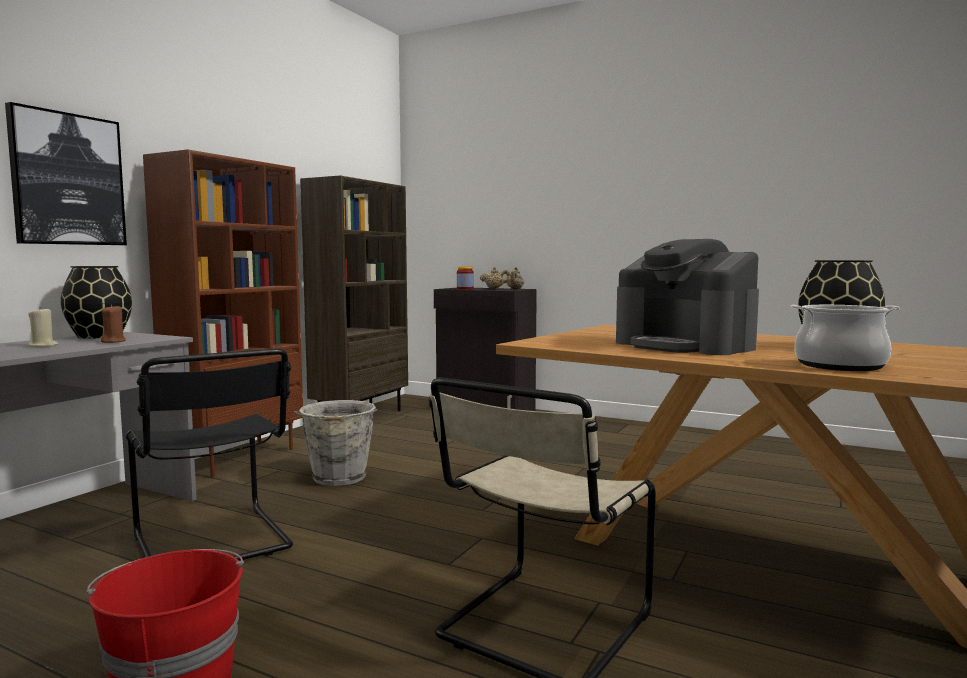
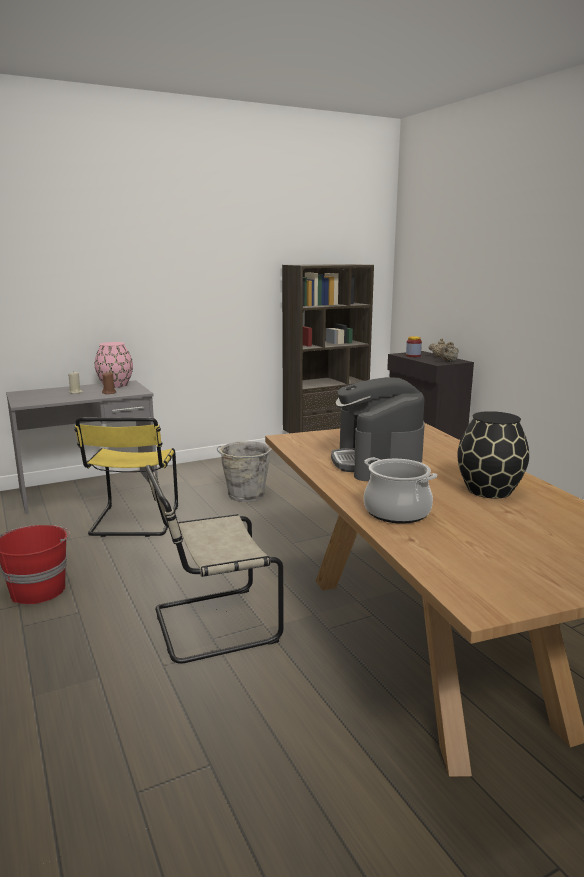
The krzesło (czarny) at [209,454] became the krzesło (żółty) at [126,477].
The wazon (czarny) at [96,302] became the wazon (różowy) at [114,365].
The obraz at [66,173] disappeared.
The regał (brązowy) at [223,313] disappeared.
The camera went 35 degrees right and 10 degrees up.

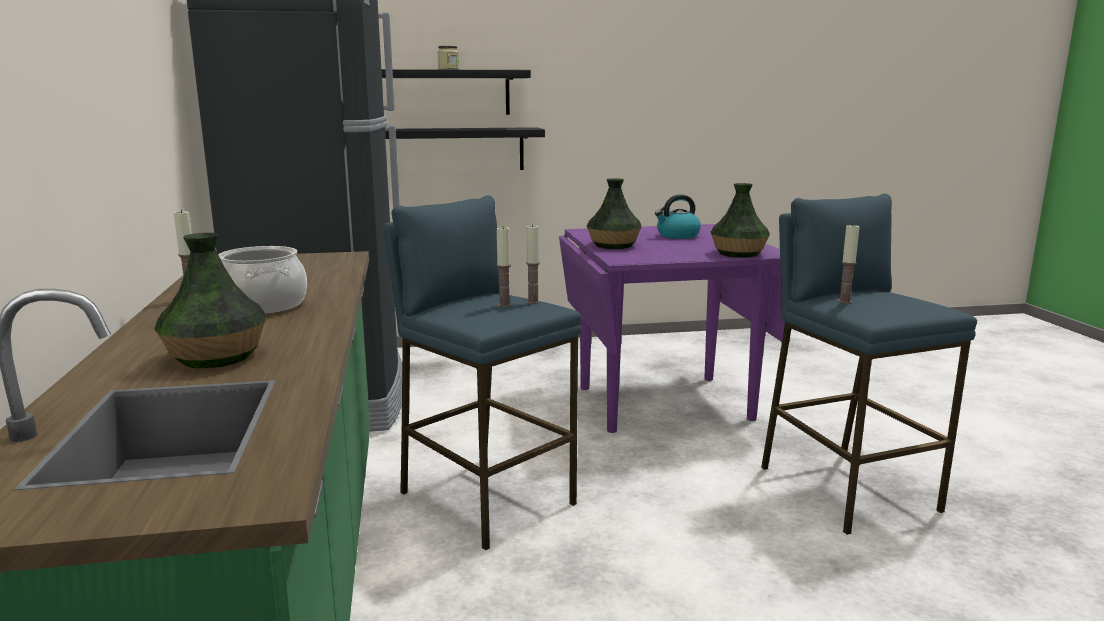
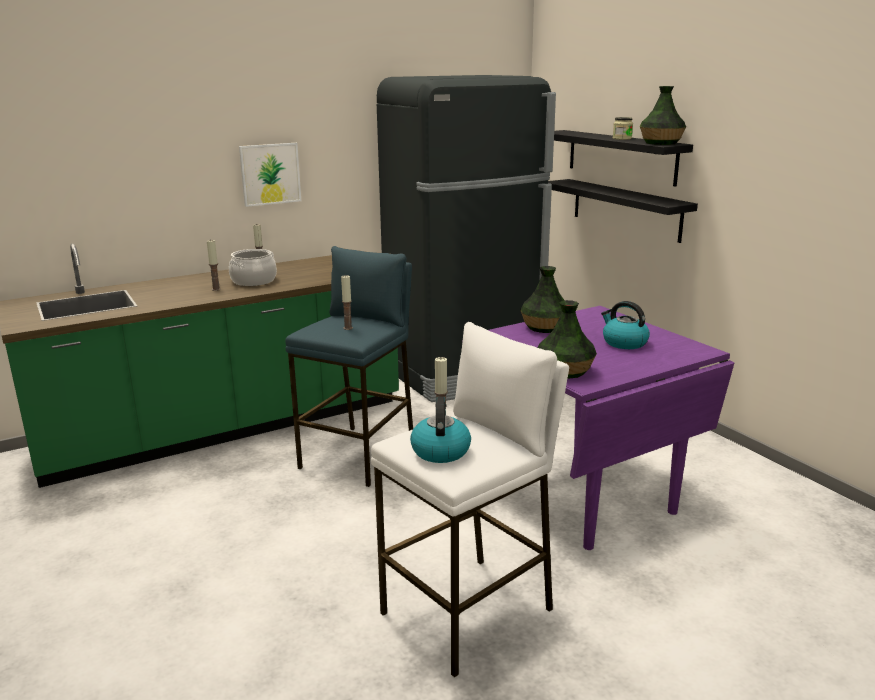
The świeca moved from [533,264] to [214,265].
The obraz at [270,175] appeared.
The stołek (niebieski) at [869,364] became the stołek (biały) at [470,500].
The czajnik at [440,430] appeared.
The wazon moved from [210,300] to [663,115].
The camera went 70 degrees right and 5 degrees up.

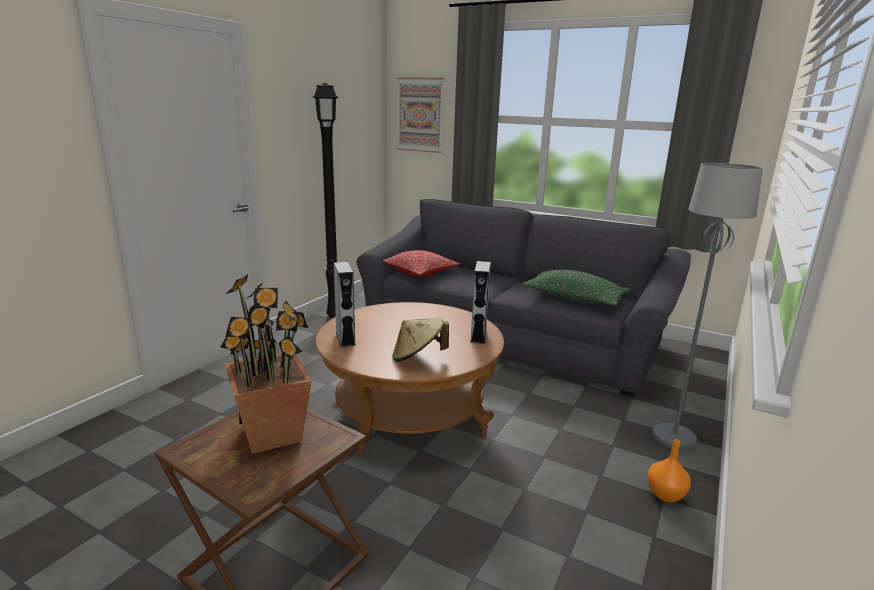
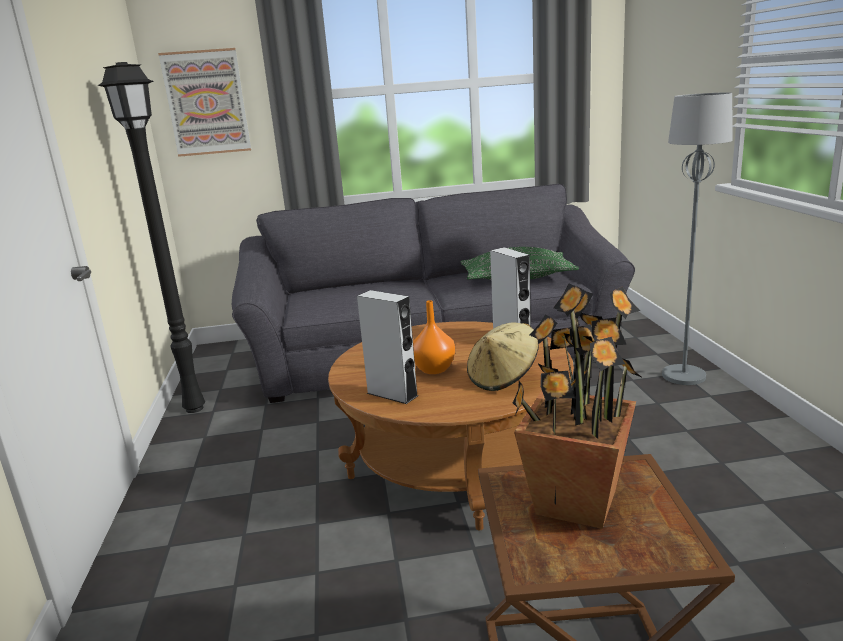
The wazon (pomarańczowy) moved from [669,470] to [434,337].
The poduszka at [421,263] disappeared.
The camera went 35 degrees left and 0 degrees up.

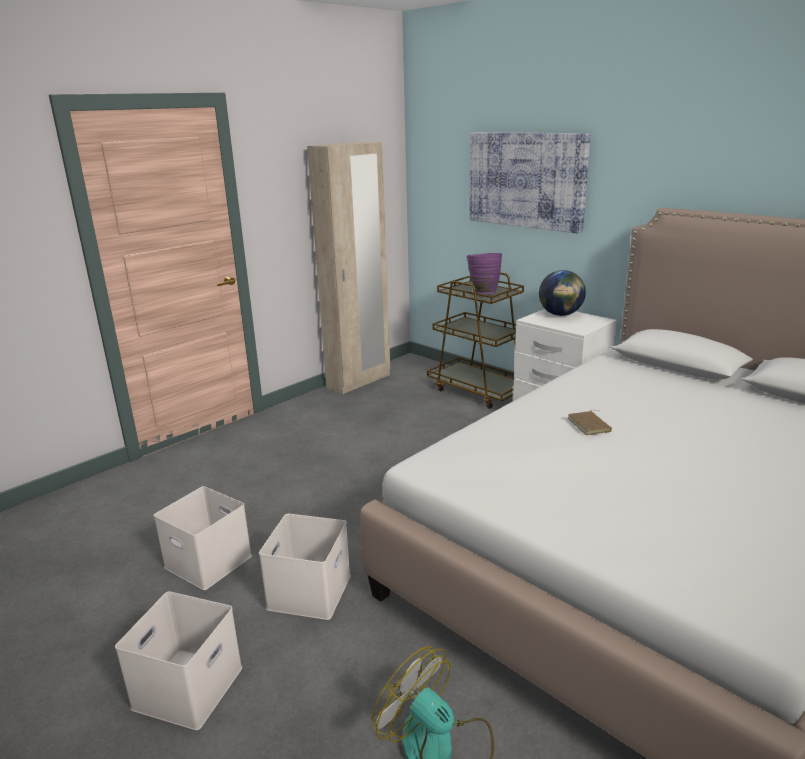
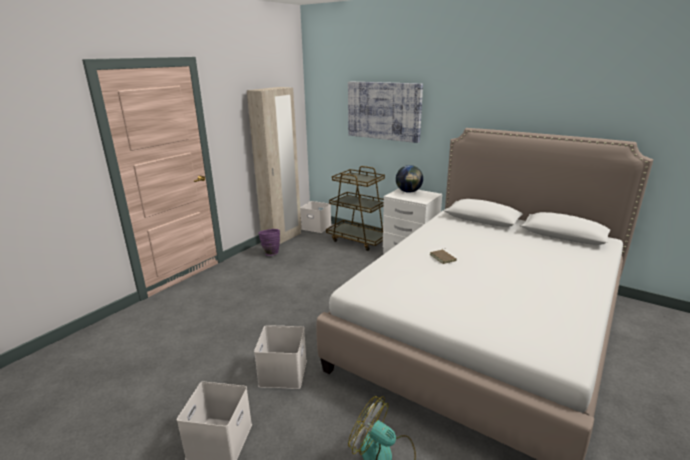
The wazon (fioletowy) moved from [484,273] to [269,242].
The pojemnik do przechowywania (biały) moved from [203,538] to [315,217].
The camera went 10 degrees left and 0 degrees up.

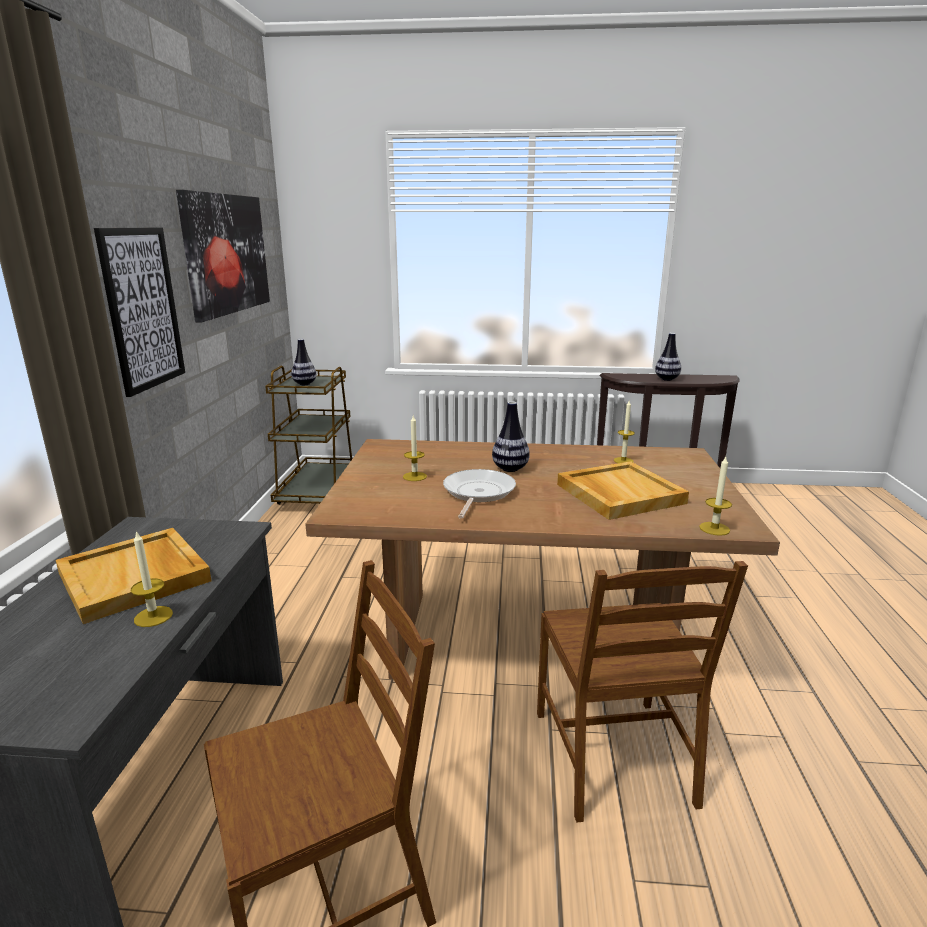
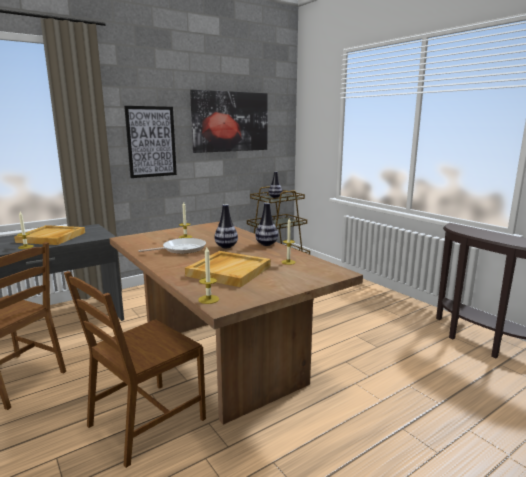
The wazon moved from [668,357] to [266,224].
The camera went 50 degrees right and 5 degrees down.

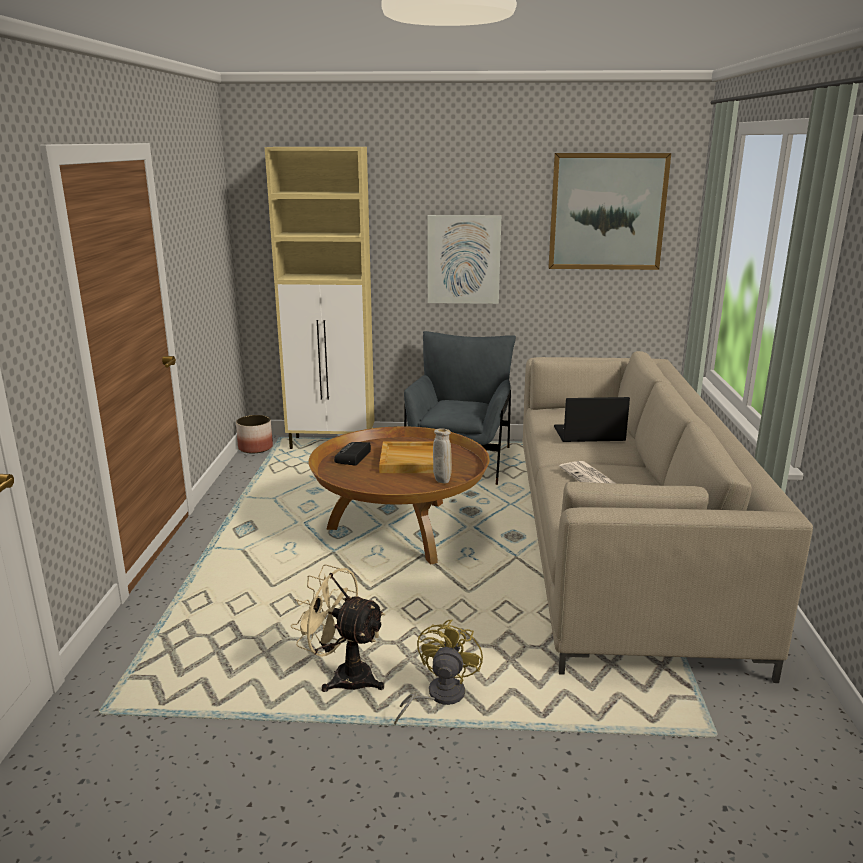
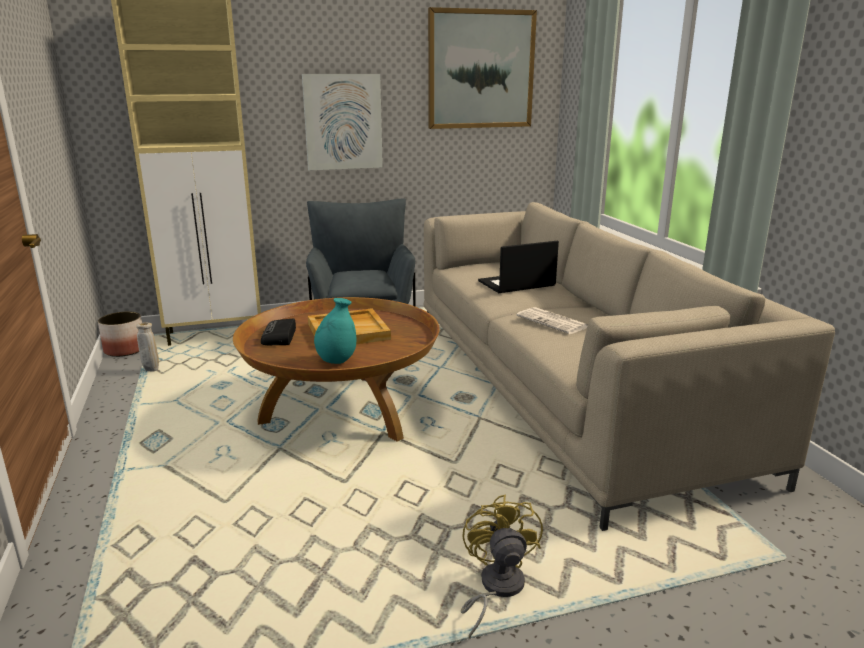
The wazon (beżowy) moved from [442,455] to [147,347].
The wazon (turkusowy) at [335,331] appeared.
The wentylator (beżowy) at [338,628] disappeared.
The camera went 20 degrees left and 0 degrees up.

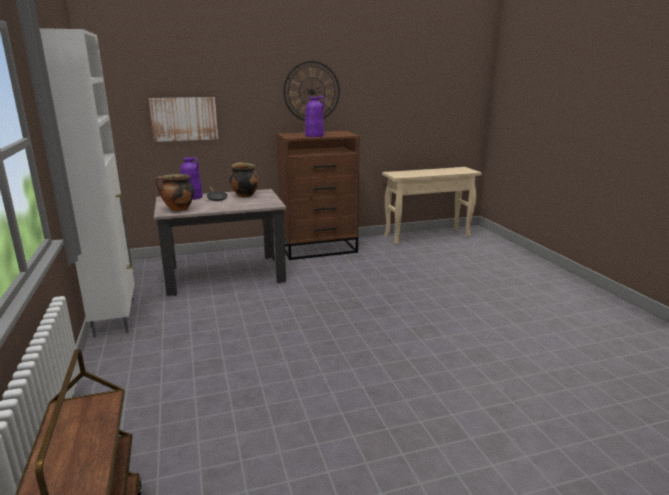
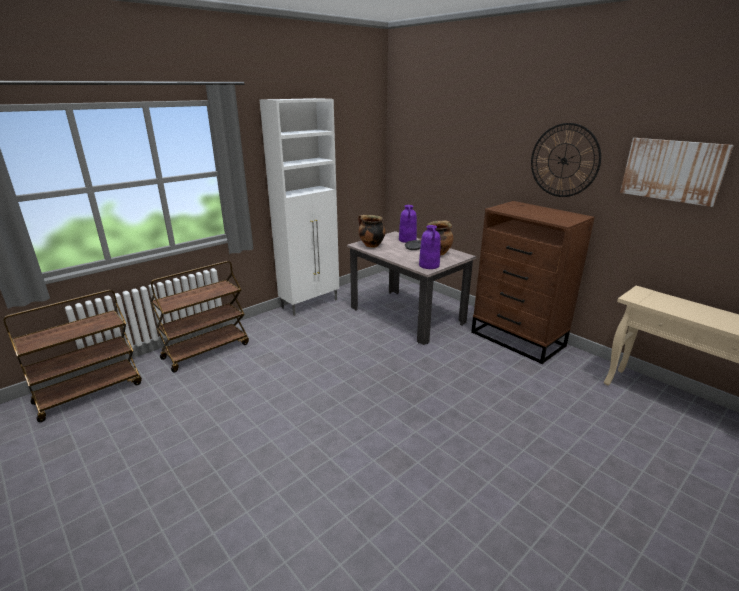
The wózek (brązowy) at [199,316] appeared.
The wazon (fioletowy) moved from [315,116] to [429,247].
The obraz moved from [183,119] to [677,172].
The camera went 65 degrees right and 5 degrees up.

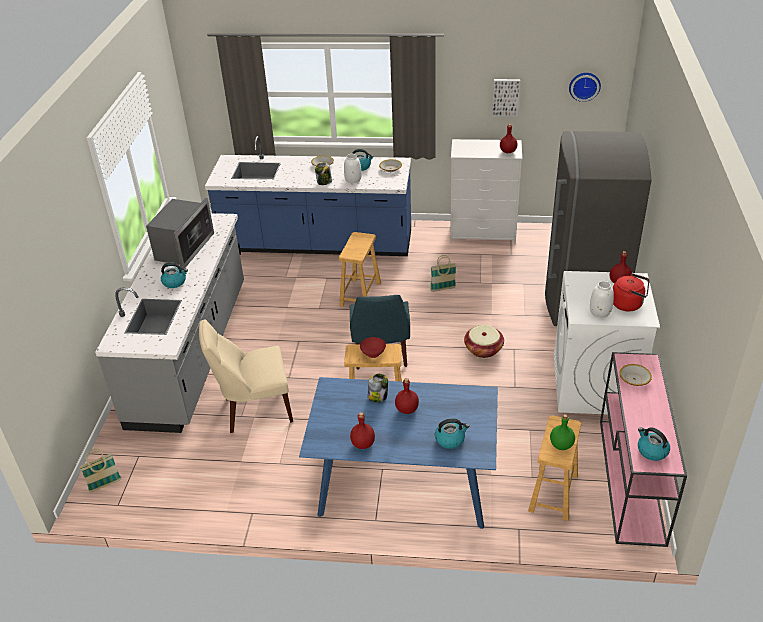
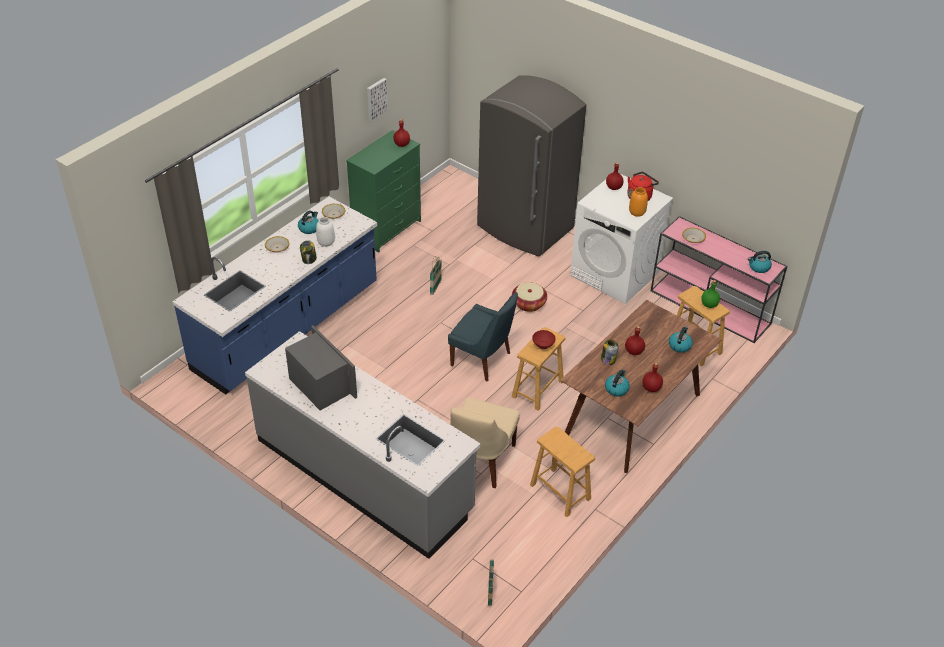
The komoda (biały) at [486,191] became the komoda (zielony) at [383,191].
The stołek (brązowy) moved from [359,269] to [562,472].
The stół jadalny (niebieski) at [398,453] became the stół jadalny (brązowy) at [641,386].
The czajnik moved from [174,275] to [617,383].
The wazon (biały) at [602,299] became the wazon (pomarańczowy) at [638,202].
The zegar ścienny at [585,87] disappeared.
The camera went 60 degrees left and 5 degrees up.

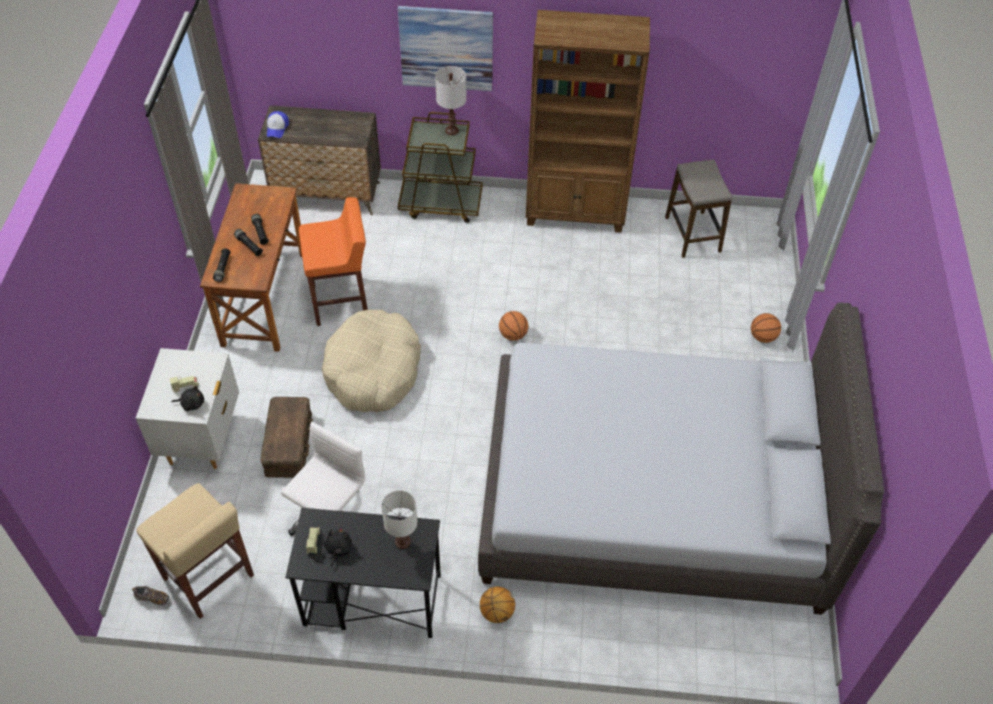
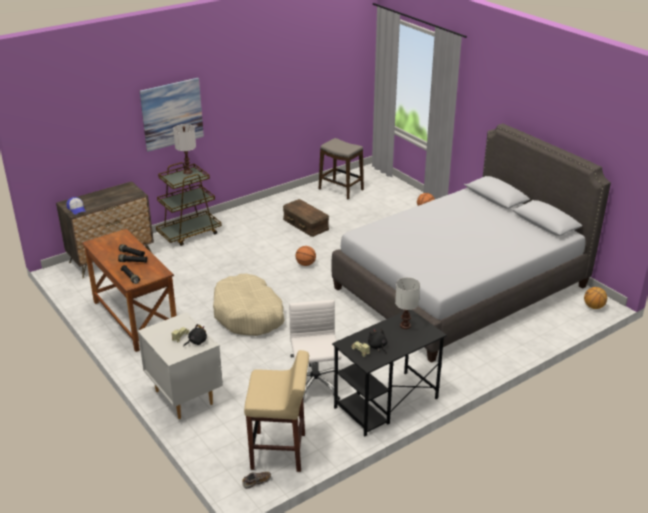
The pojemnik do przechowywania (brązowy) moved from [286,437] to [306,218].
The piłka do koszykówki moved from [497,604] to [595,298].
The stołek (pomarańczowy) at [333,261] disappeared.
The regał (brązowy) at [588,121] disappeared.
The camera went 40 degrees left and 20 degrees down.

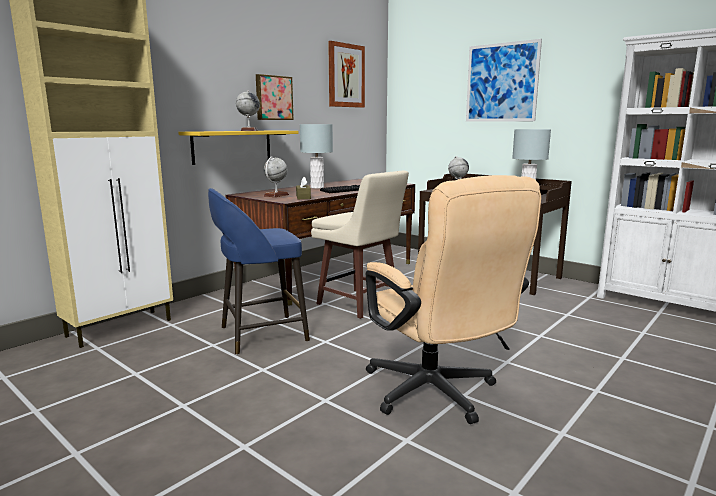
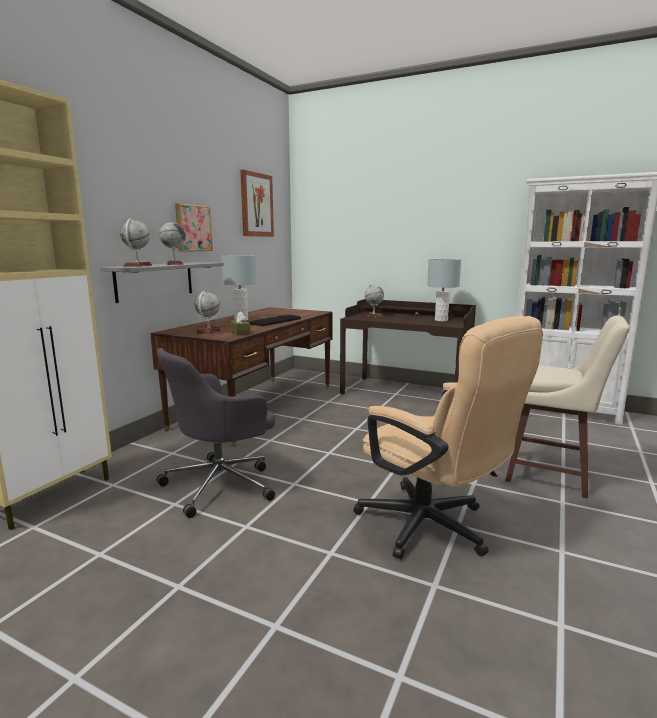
The półka (żółty) at [238,147] became the półka (szary) at [162,282].
The globus at [136,242] appeared.
The stołek (niebieski) at [259,271] was replaced by the krzesło biurowe (szary) at [216,433].
The stołek (beżowy) moved from [360,245] to [567,407].
The obraz at [504,80] disappeared.
The camera went 15 degrees left and 0 degrees up.

